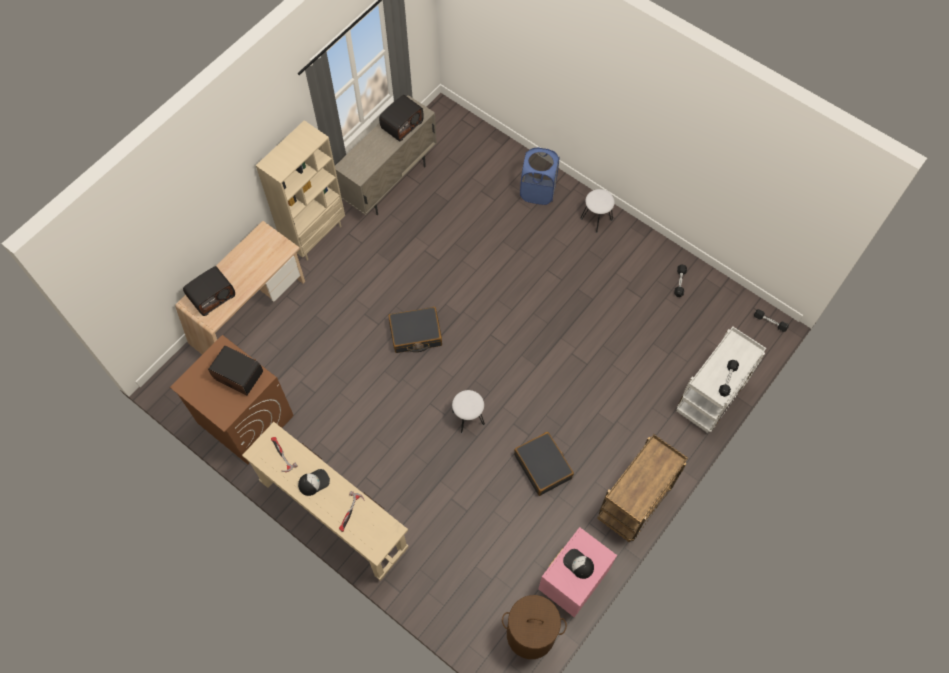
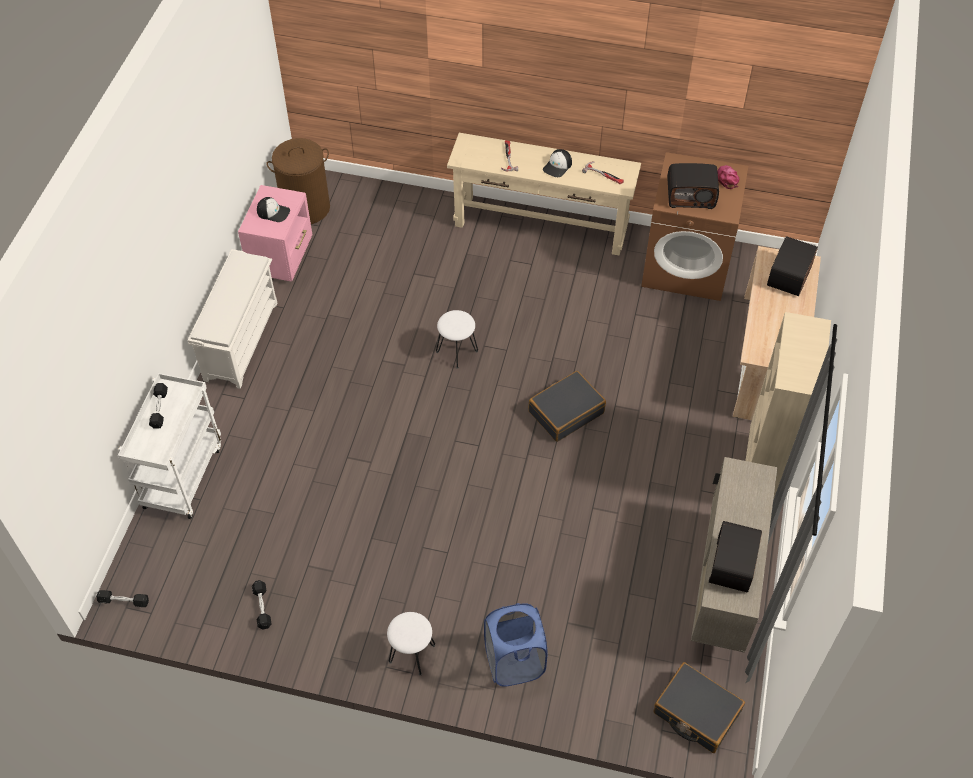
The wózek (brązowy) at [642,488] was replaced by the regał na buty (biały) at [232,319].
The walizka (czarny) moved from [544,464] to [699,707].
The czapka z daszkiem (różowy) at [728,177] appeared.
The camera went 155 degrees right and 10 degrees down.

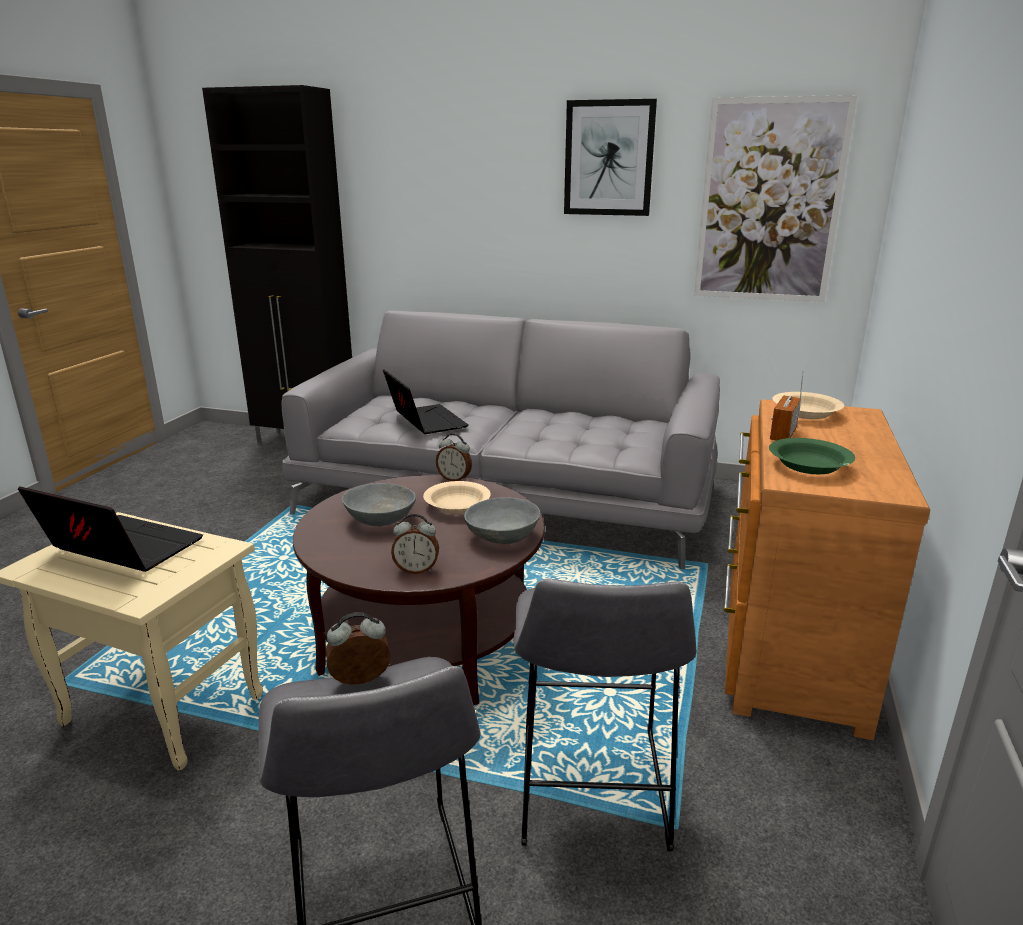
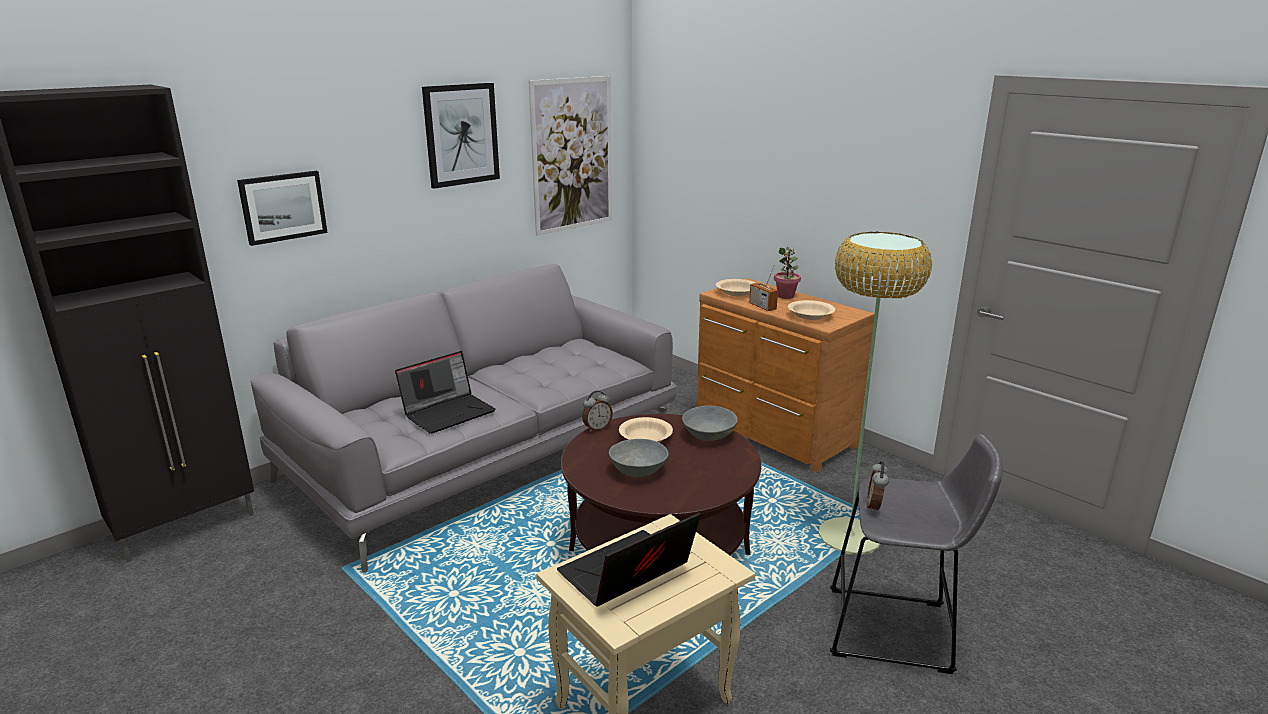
The obraz at [282,208] appeared.
The laptop at [425,401] turned 135 degrees clockwise.
The roślina doniczkowa at [787,273] appeared.
The miska (zielony) at [812,456] became the miska (beżowy) at [811,310].
The stołek (szary) at [605,715] was replaced by the lampa stojąca at [875,393].
The budzik at [415,544] disappeared.
The camera went 60 degrees left and 0 degrees up.

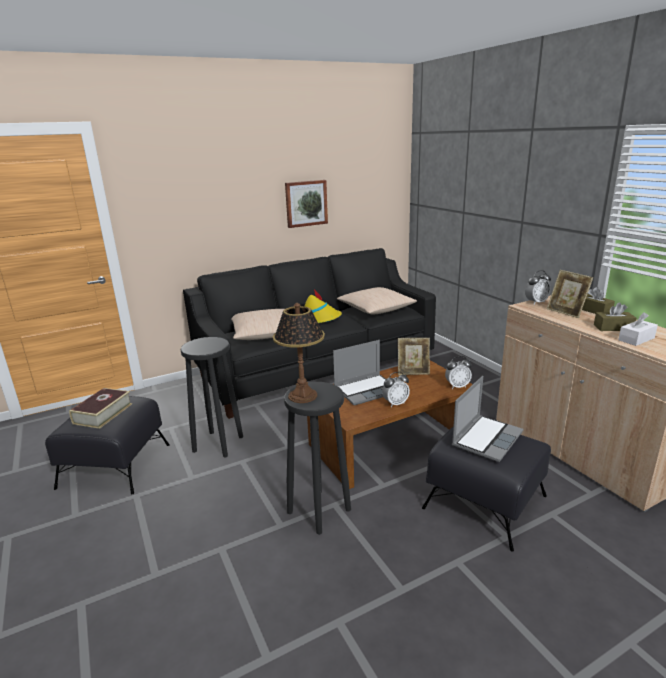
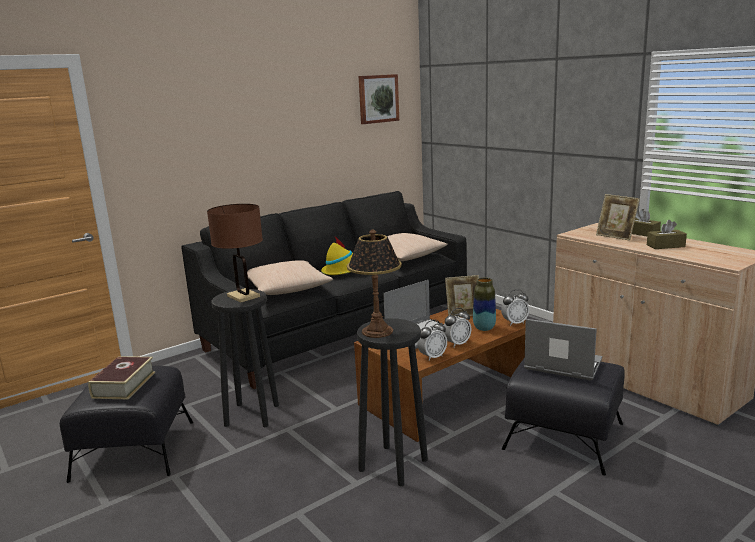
The lampa stołowa (brązowy) at [235,253] appeared.
The obraz moved from [306,204] to [379,99].
The budzik moved from [538,287] to [432,340].
The wazon at [484,304] appeared.
The laptop at [487,419] turned 90 degrees counterclockwise.
The pudełko chusteczek (biały) at [638,329] disappeared.
The camera went 10 degrees left and 5 degrees down.

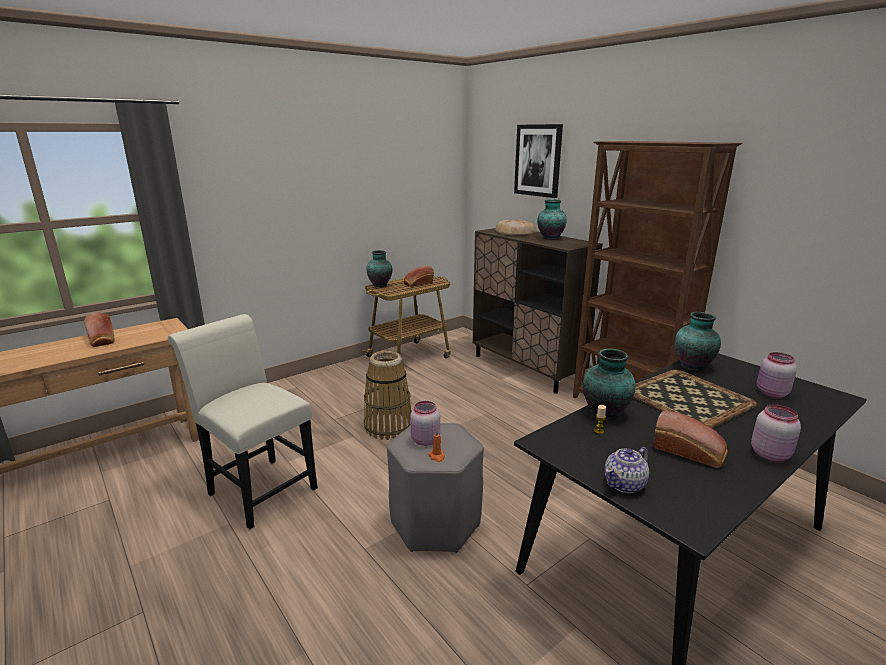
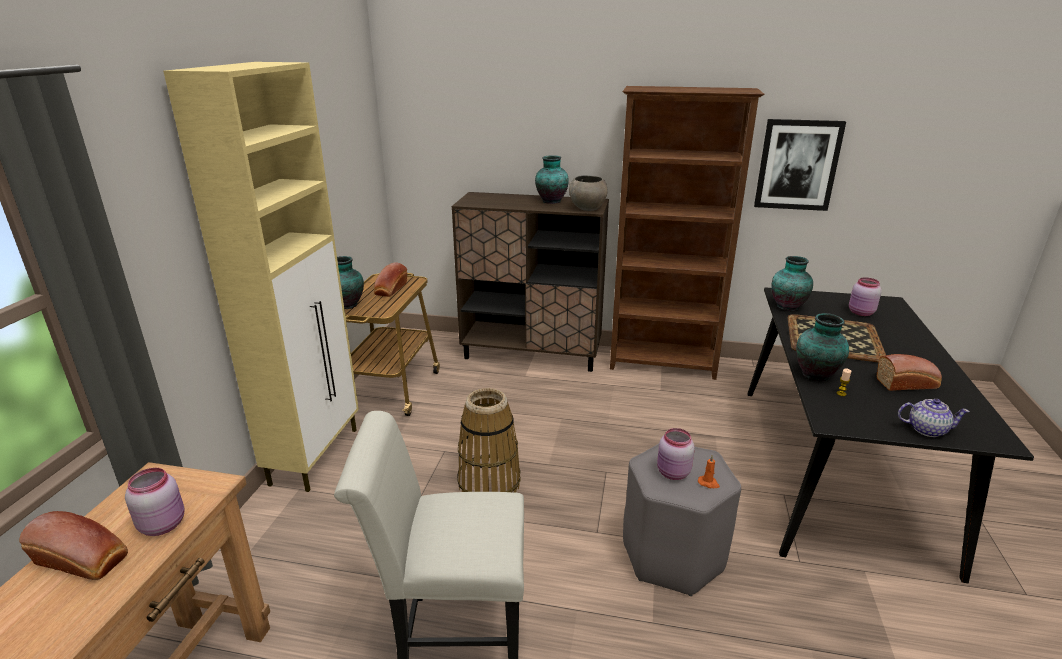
The słoik (różowy) moved from [776,432] to [155,502].
The szafka (beżowy) at [261,277] appeared.
The miska (szary) at [588,193] appeared.
The obraz moved from [538,161] to [800,165].
The imbryk at [626,470] turned 90 degrees counterclockwise.
The chleb at [516,227] disappeared.
The camera went 40 degrees left and 5 degrees up.

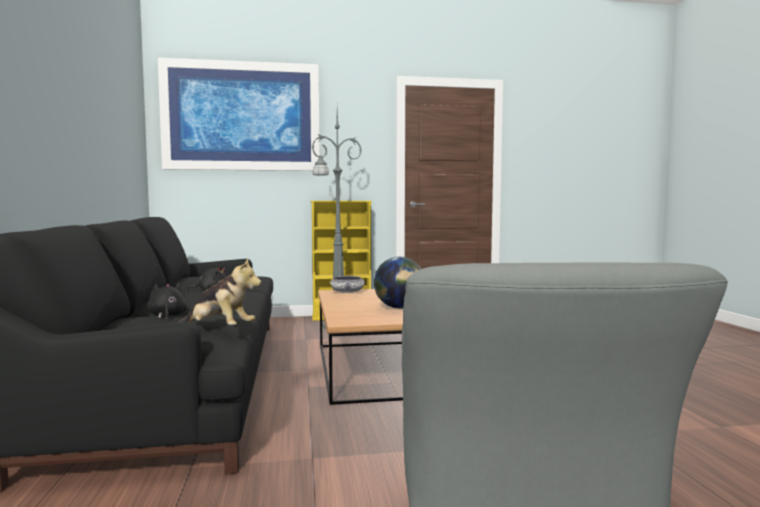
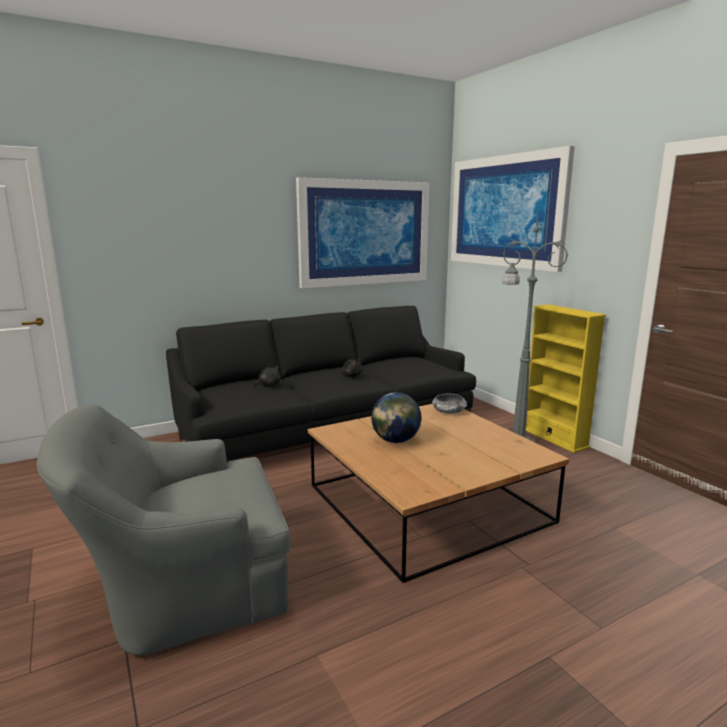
The obraz at [362,232] appeared.
The pluszak at [220,291] disappeared.
The camera went 70 degrees right and 10 degrees up.

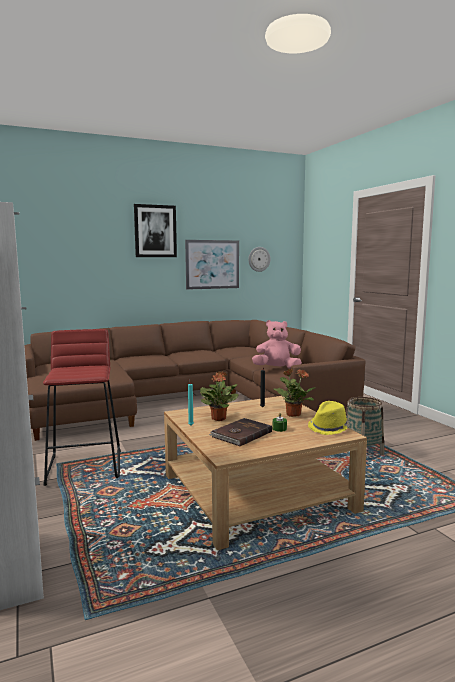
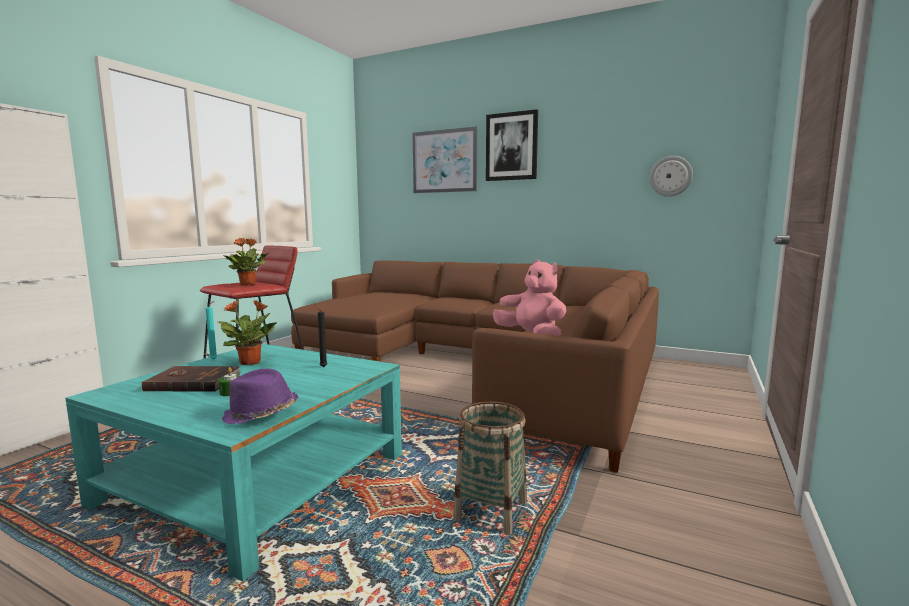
The ława (beżowy) at [265,473] became the ława (turkusowy) at [233,462].
The kapelusz (żółty) at [329,418] became the kapelusz (fioletowy) at [260,396].
The roślina doniczkowa moved from [294,393] to [246,262].
The obraz moved from [212,265] to [445,160].
The camera went 50 degrees right and 0 degrees up.

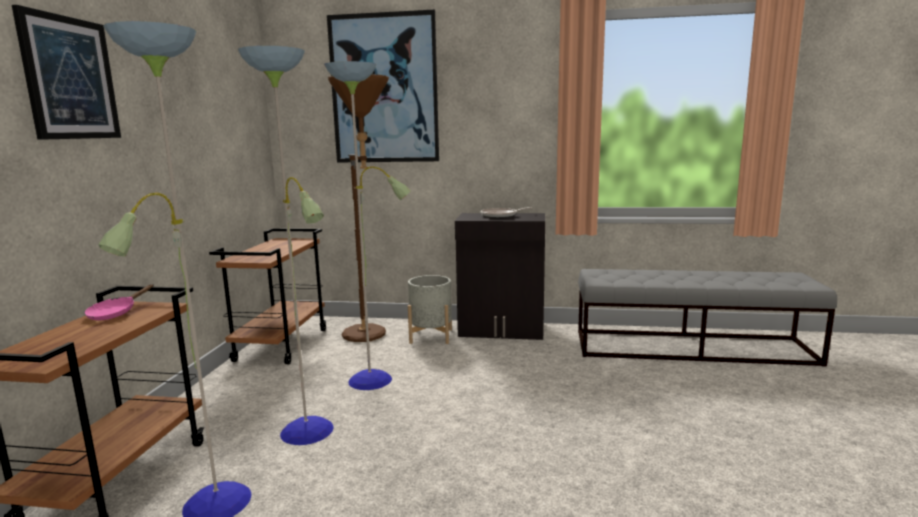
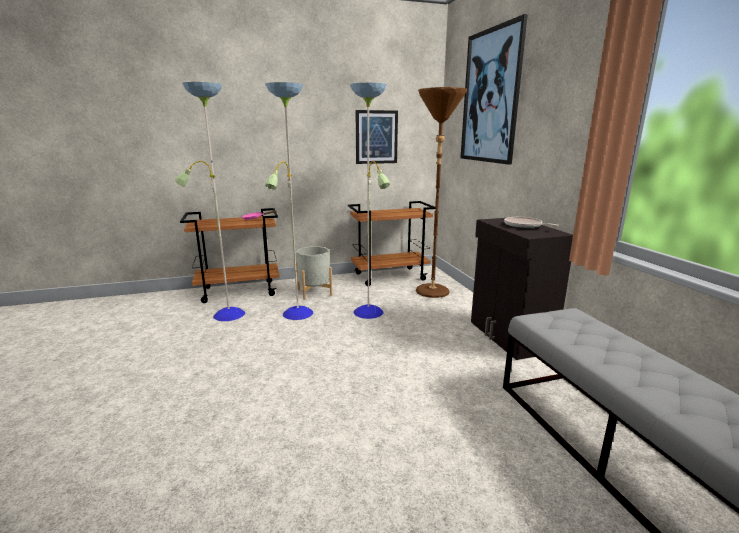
The donica (szary) moved from [430,309] to [314,273].
The obraz moved from [66,72] to [377,137].
The camera went 65 degrees right and 5 degrees up.

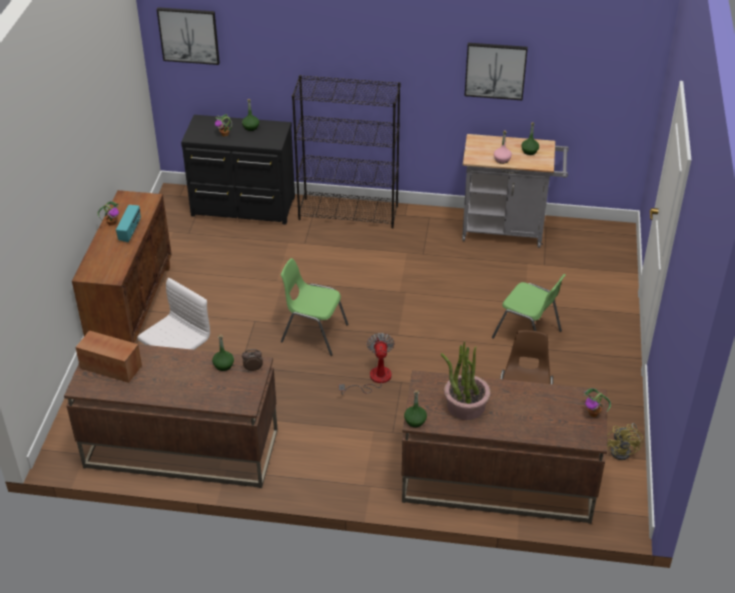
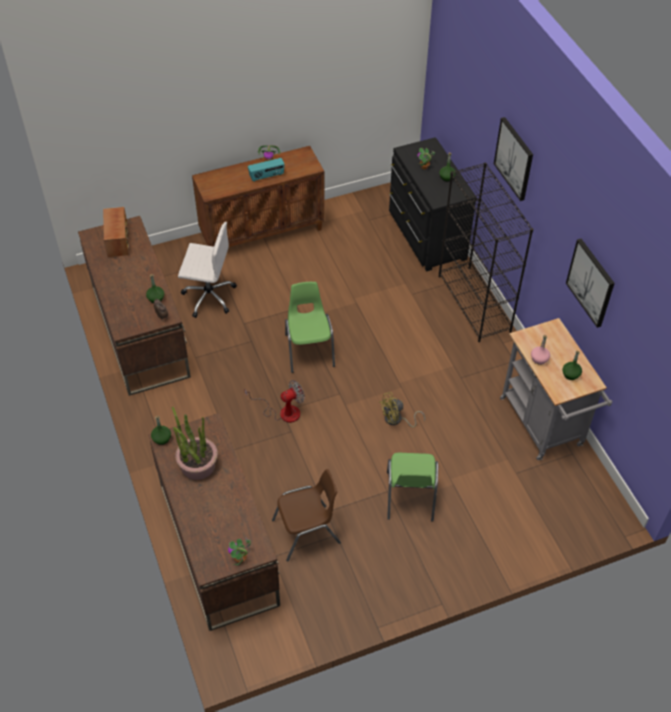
The wentylator (żółty) moved from [625,441] to [402,409].
The obraz moved from [188,36] to [513,159].
The camera went 60 degrees right and 10 degrees up.

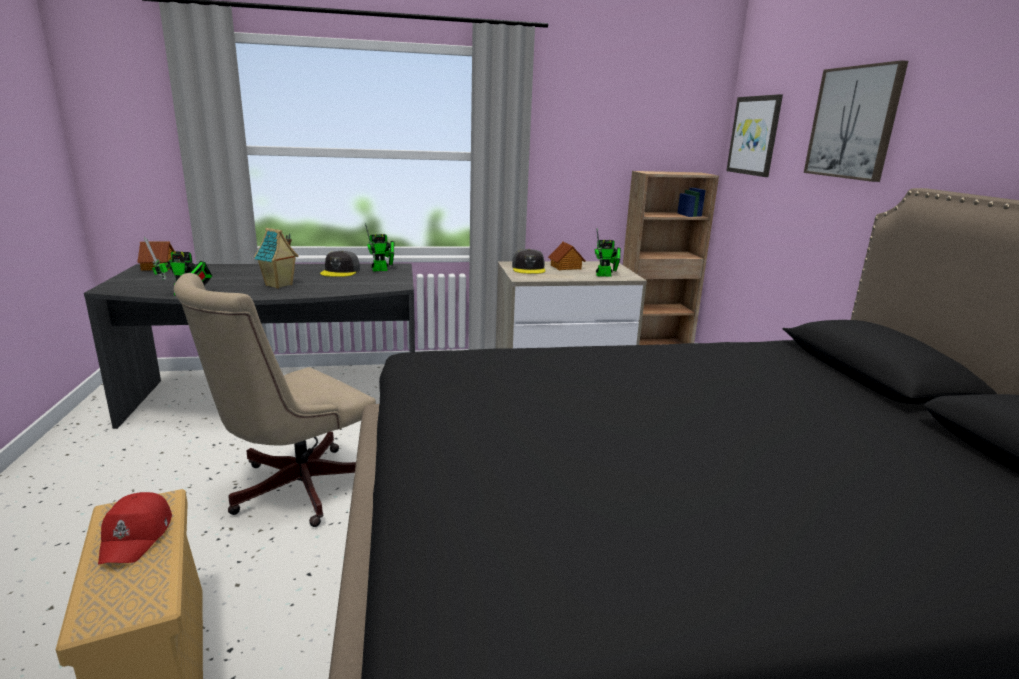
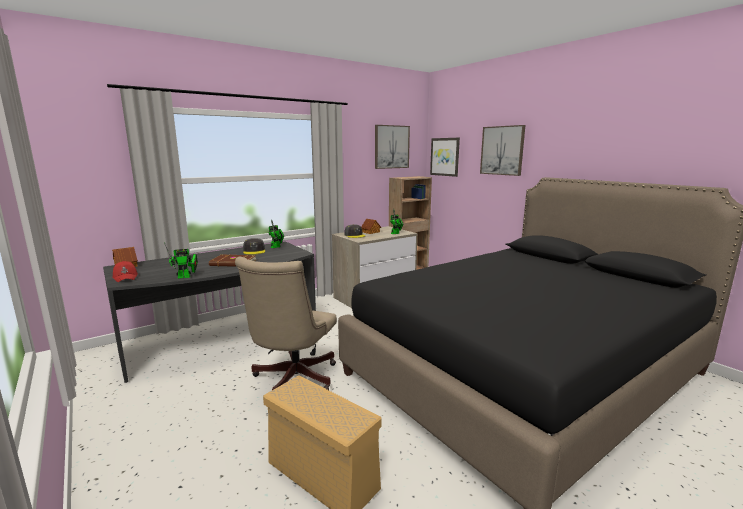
The czapka z daszkiem (czerwony) moved from [135,528] to [125,271].
The domek at [276,258] was replaced by the książka (brązowy) at [232,260].
The obraz at [392,147] appeared.
The camera went 25 degrees left and 5 degrees down.

